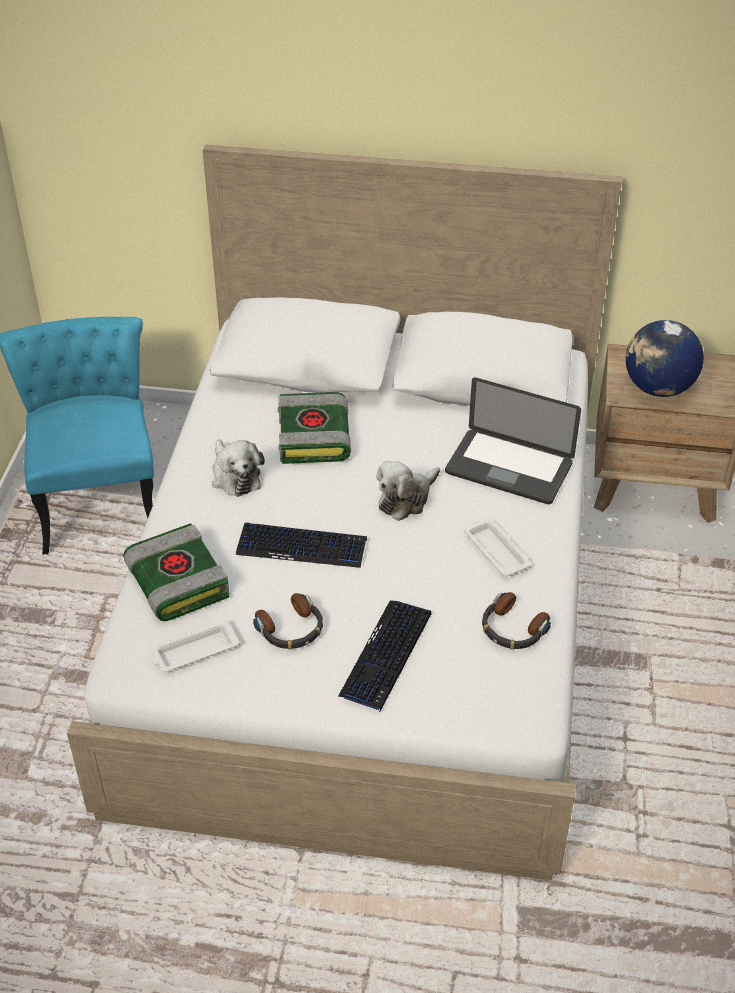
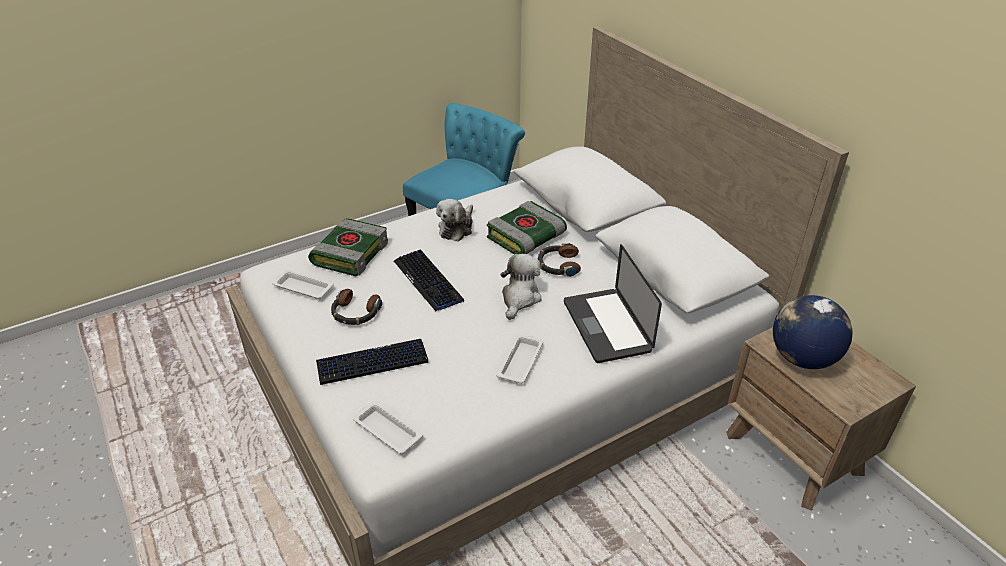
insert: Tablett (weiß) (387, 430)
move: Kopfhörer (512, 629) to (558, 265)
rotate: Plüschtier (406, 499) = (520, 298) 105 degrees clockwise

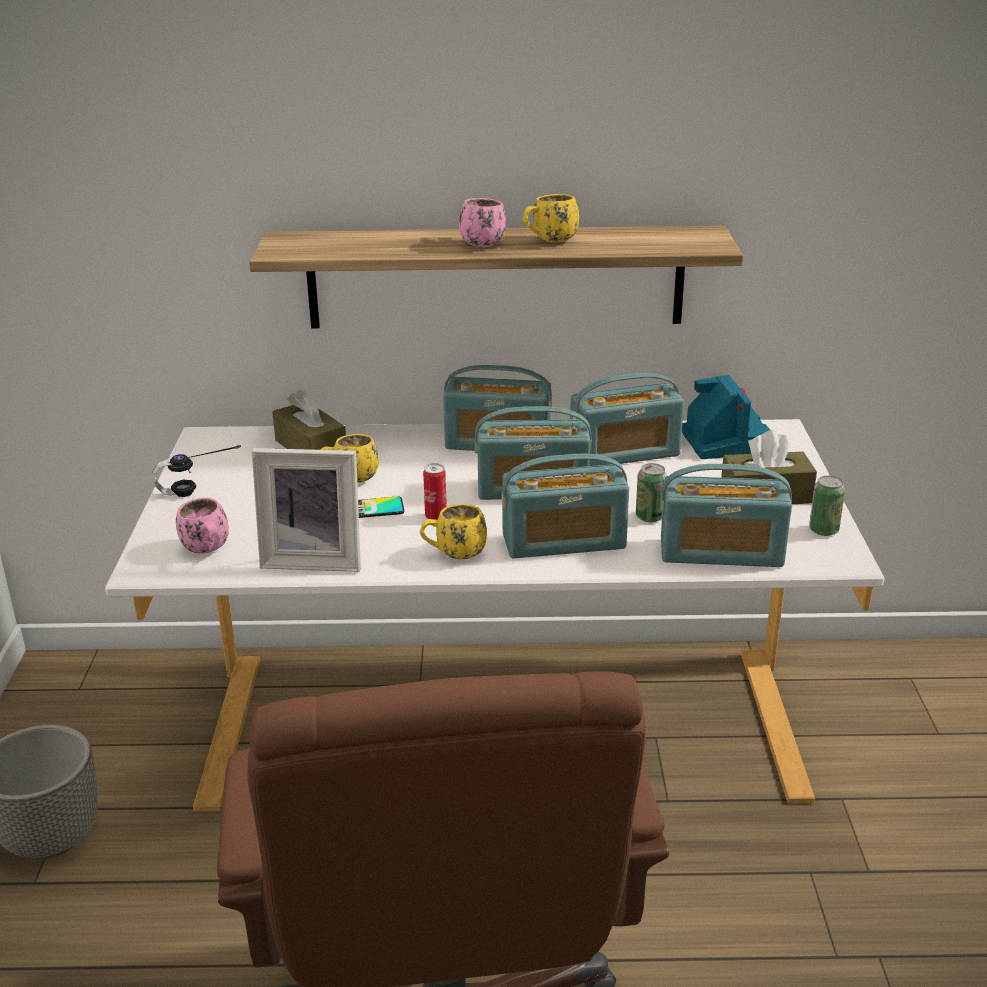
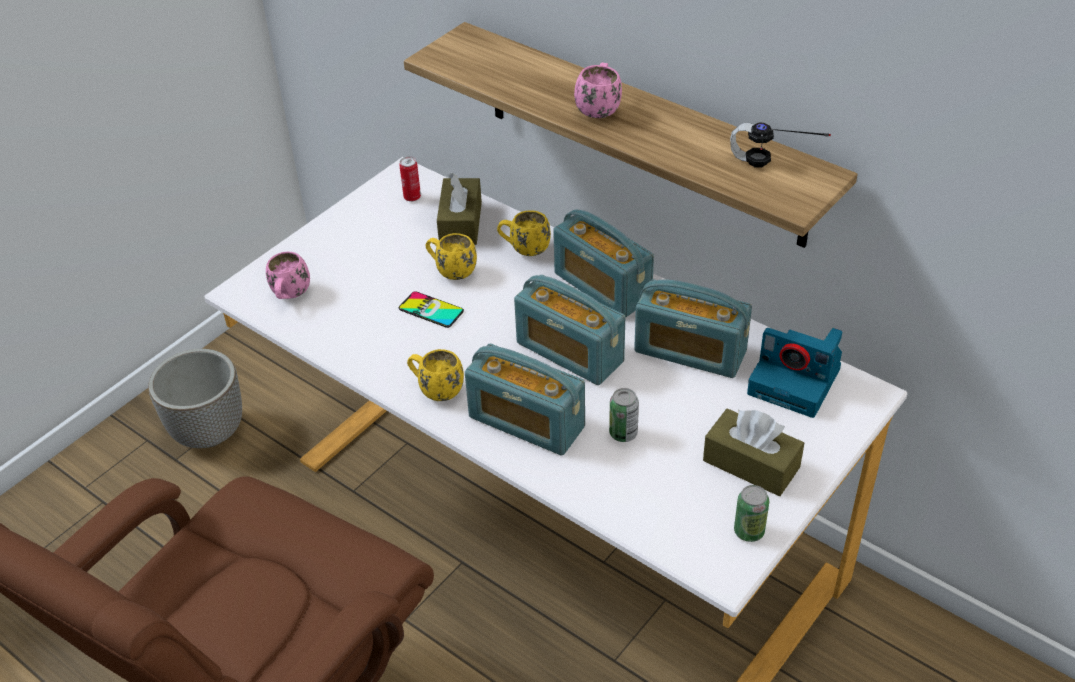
delete: Bilderrahmen (314, 559); Radio (721, 553)
move: Kopfhörer (200, 495) to (771, 171); Dose (436, 517) to (412, 197); Henkelbecher (gelb) (549, 241) to (524, 249)
rotate: Kamera (724, 441) = (796, 381) 90 degrees clockwise

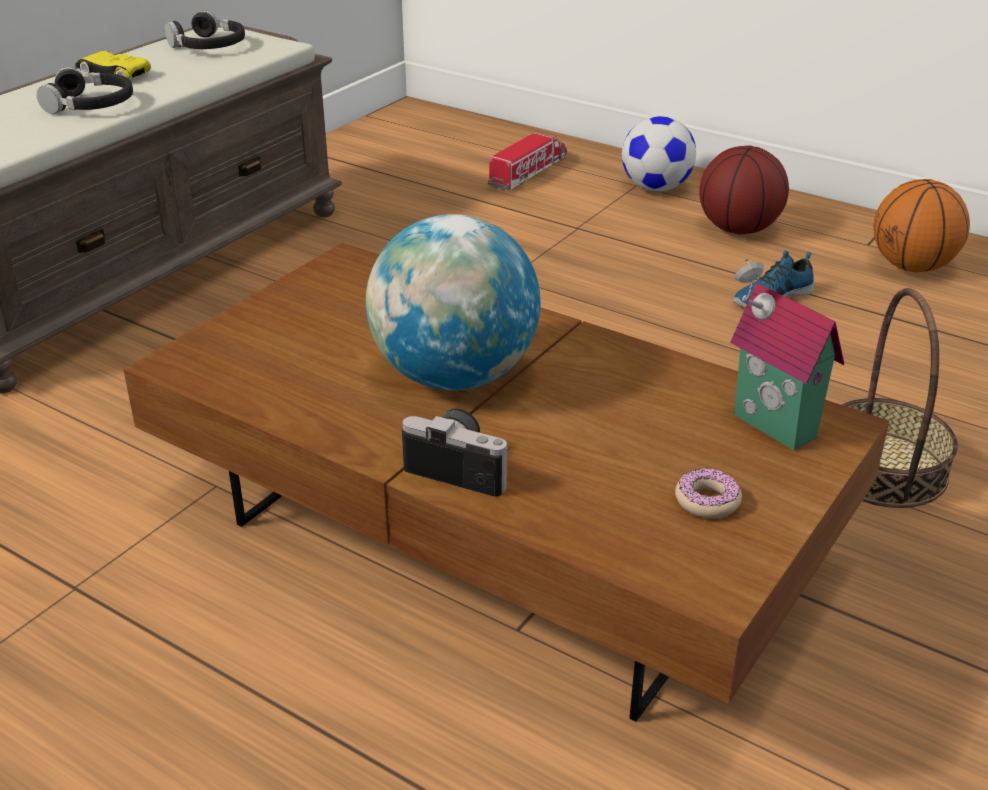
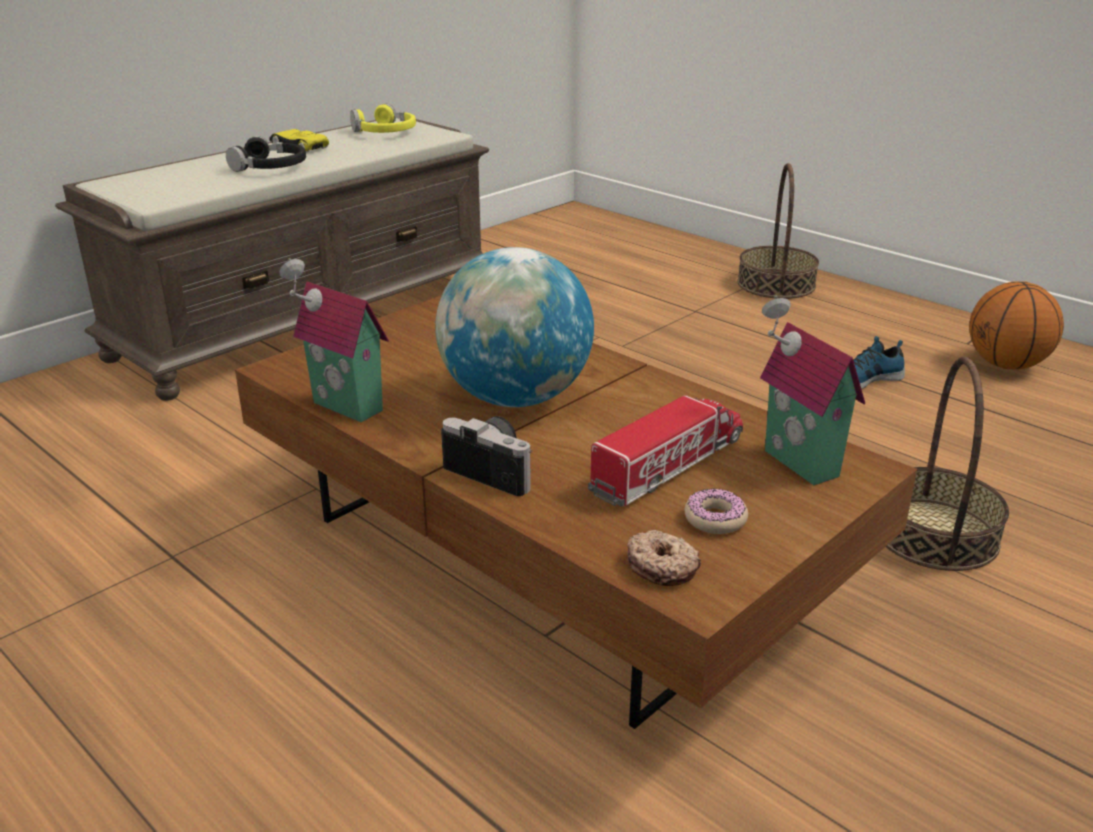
delete: Basketball (739, 229)
insert: Spielzeughaus (343, 408); Donut (662, 567)
move: Spielzeuglaster (529, 172) to (669, 465)
replace: Fußball (655, 188) to Korb (775, 284)
recolor: Kopfhörer (schwarz) (208, 46) to Kopfhörer (gelb) (385, 132)

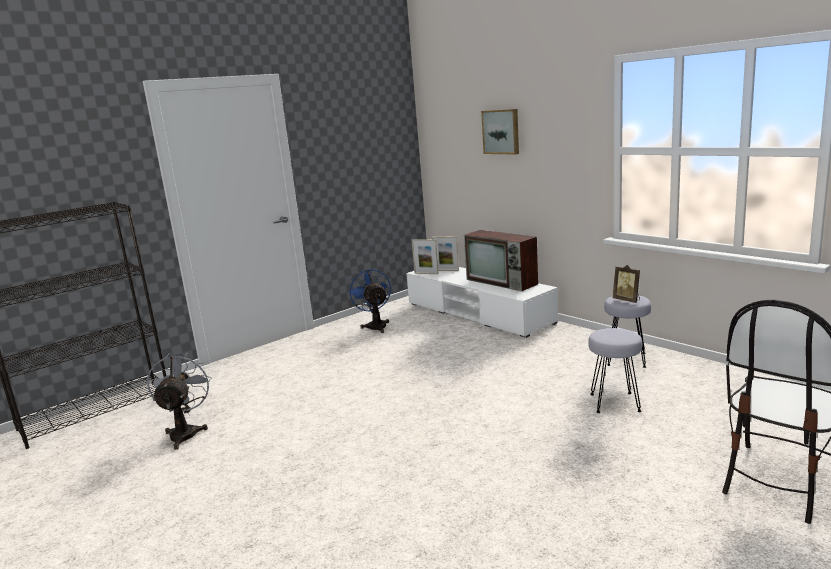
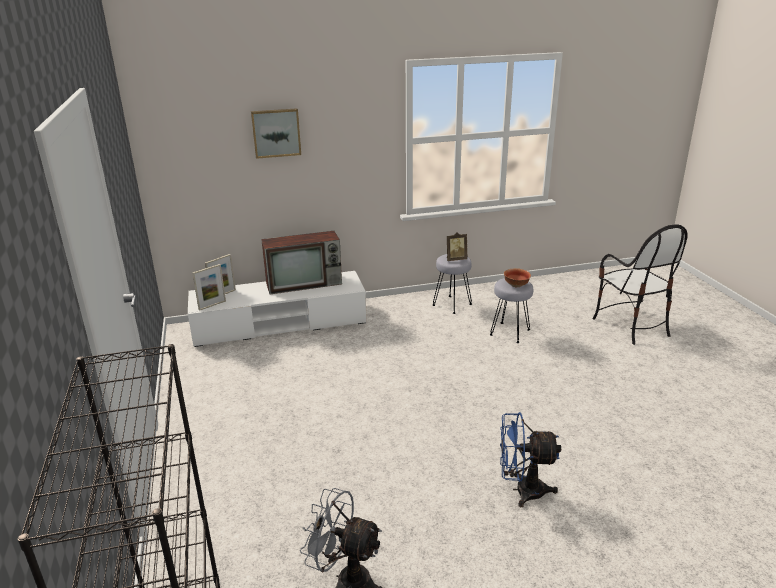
insert: Schüssel (516, 285)
move: Ventilator (blau) (375, 326) to (522, 490)

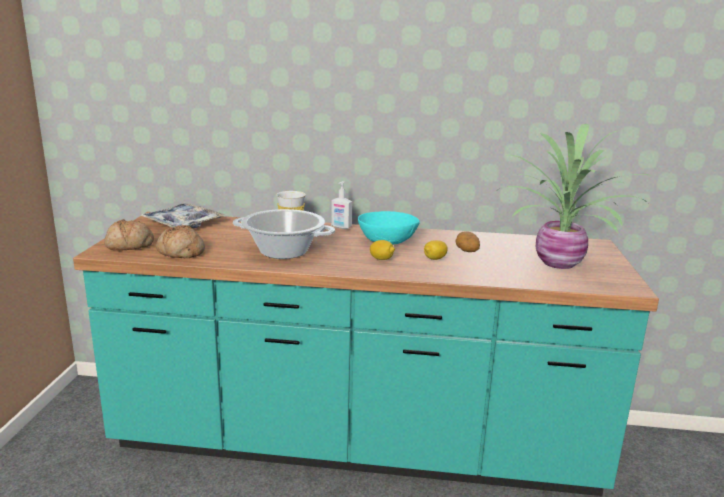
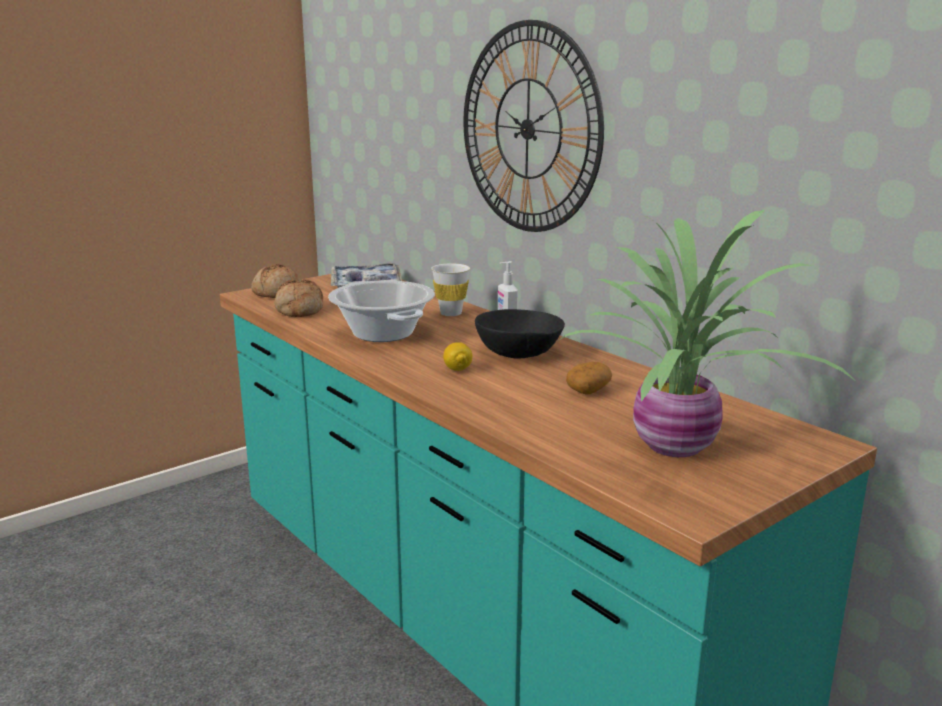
delete: Zitrone (435, 259)
insert: Wanduhr (528, 129)
recolor: Schüssel (türkis) (387, 240) to Schüssel (schwarz) (518, 352)

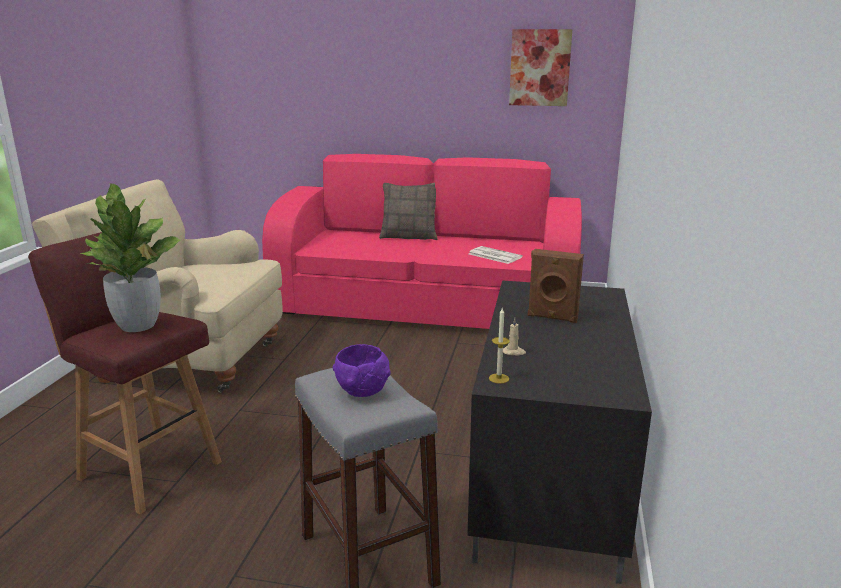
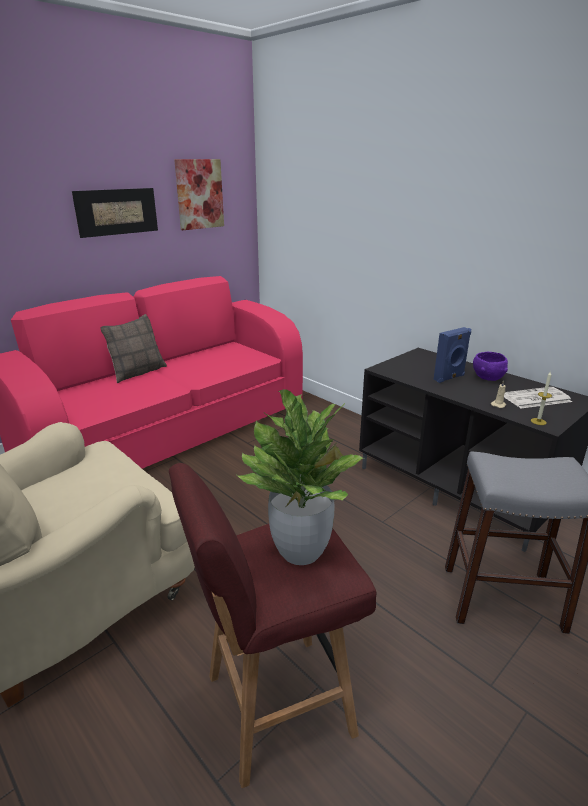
insert: Bild (117, 212)
move: Schüssel (lila) (362, 391) to (487, 378); Zeitung (494, 255) to (535, 398)
recolor: Lautsprecher (braun) (552, 318) to Lautsprecher (blau) (449, 378)

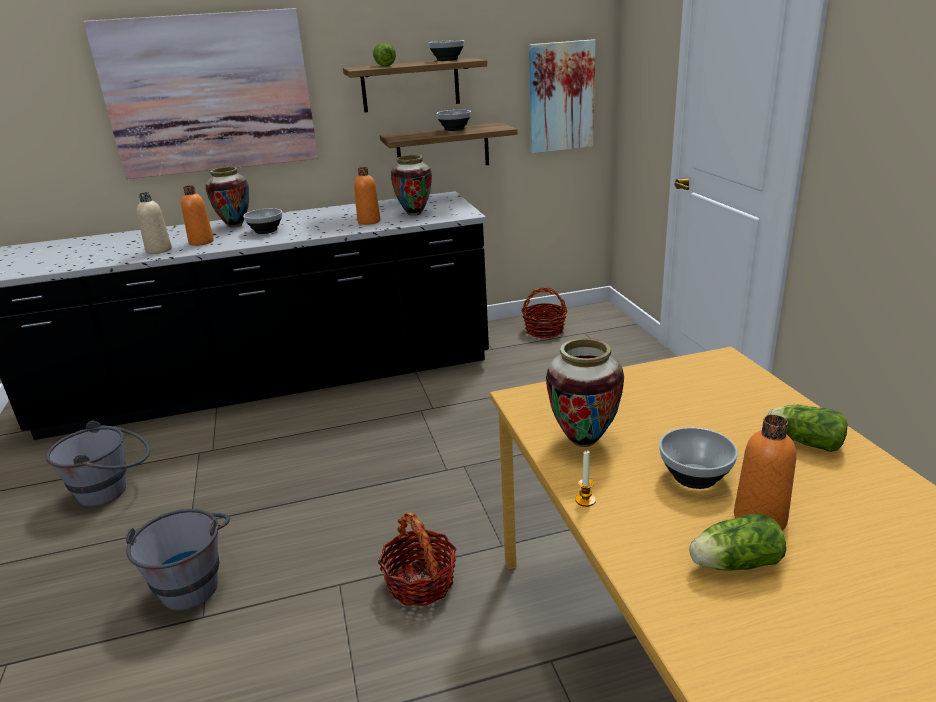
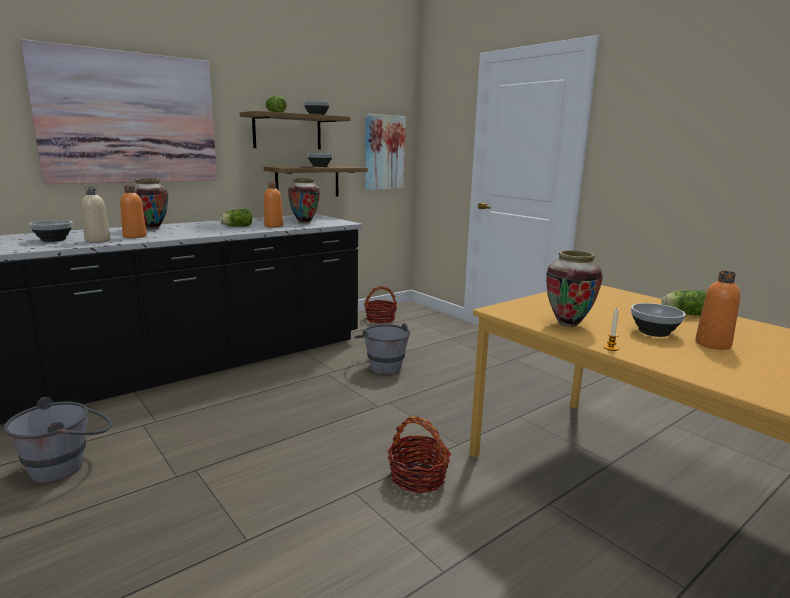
move: Eimer (grau) (192, 581) to (382, 365); Schüssel (266, 231) to (54, 240); Salatkopf (732, 563) to (236, 226)

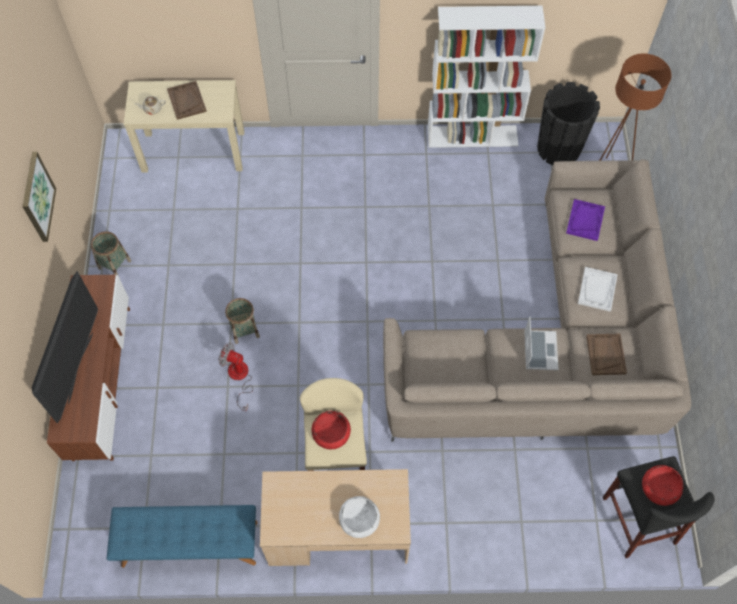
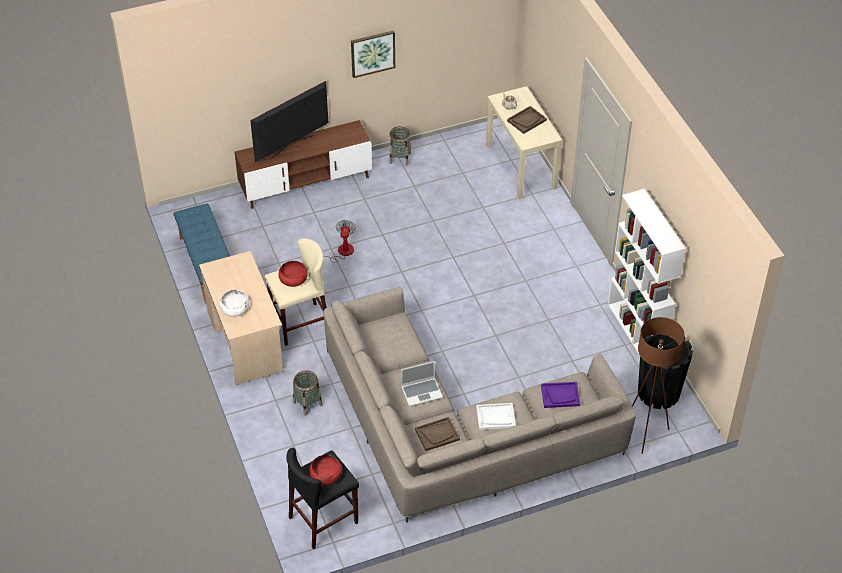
move: Korb (244, 330) to (307, 403)
rotate: Fernseher (79, 367) = (293, 147) 150 degrees clockwise

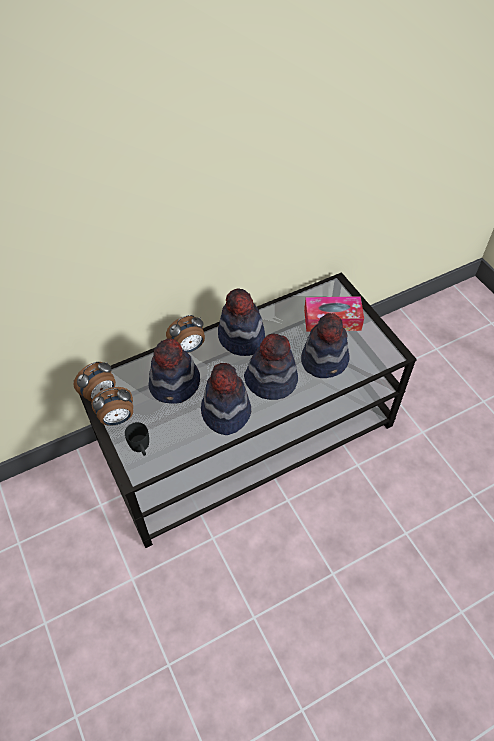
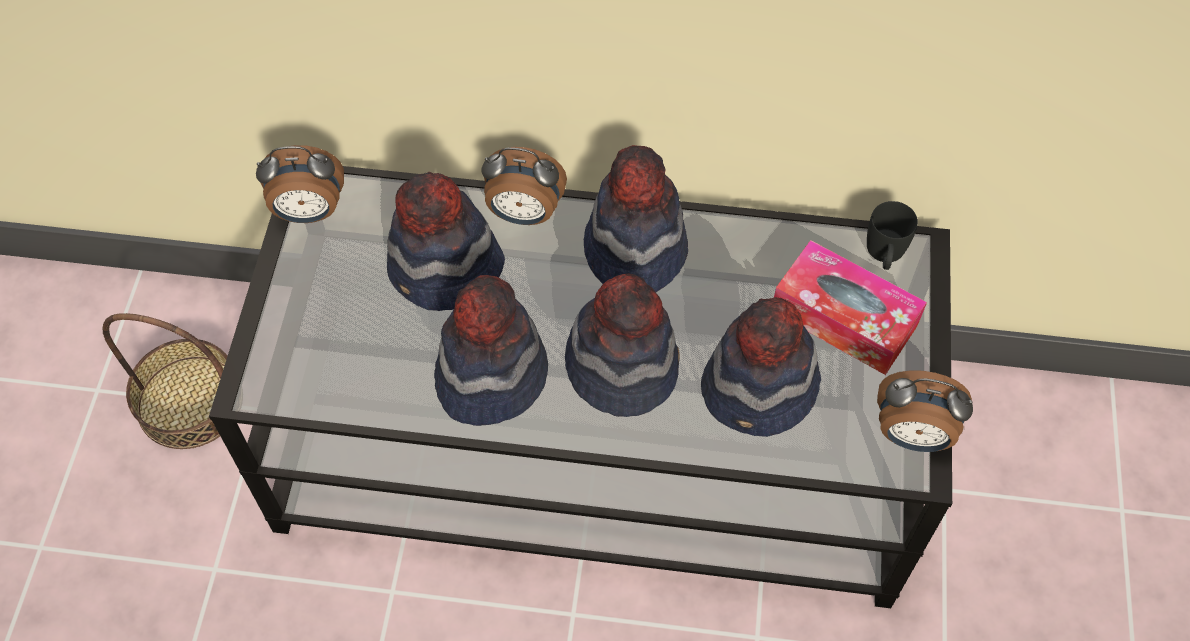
insert: Korb (190, 402)
move: Wecker (117, 419) to (912, 435); Henkelbecher (schwarz) (141, 447) to (884, 254)

